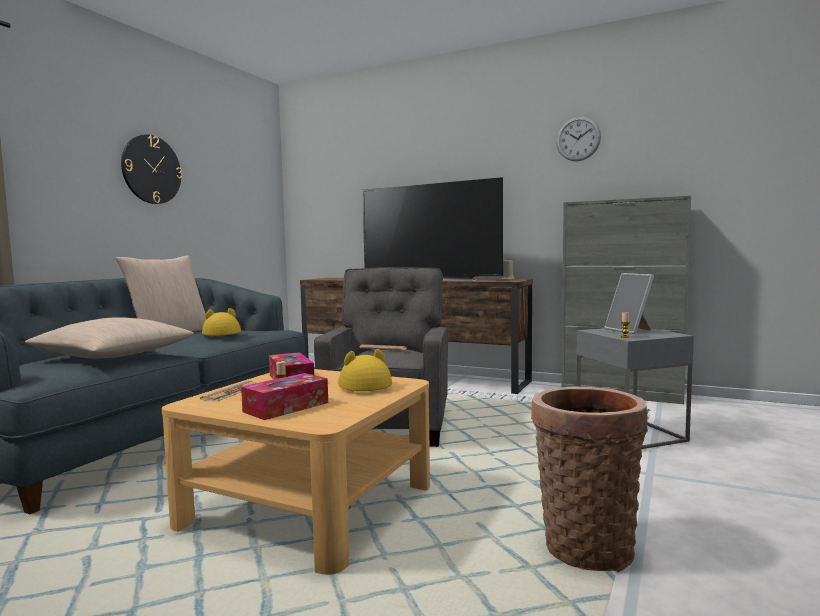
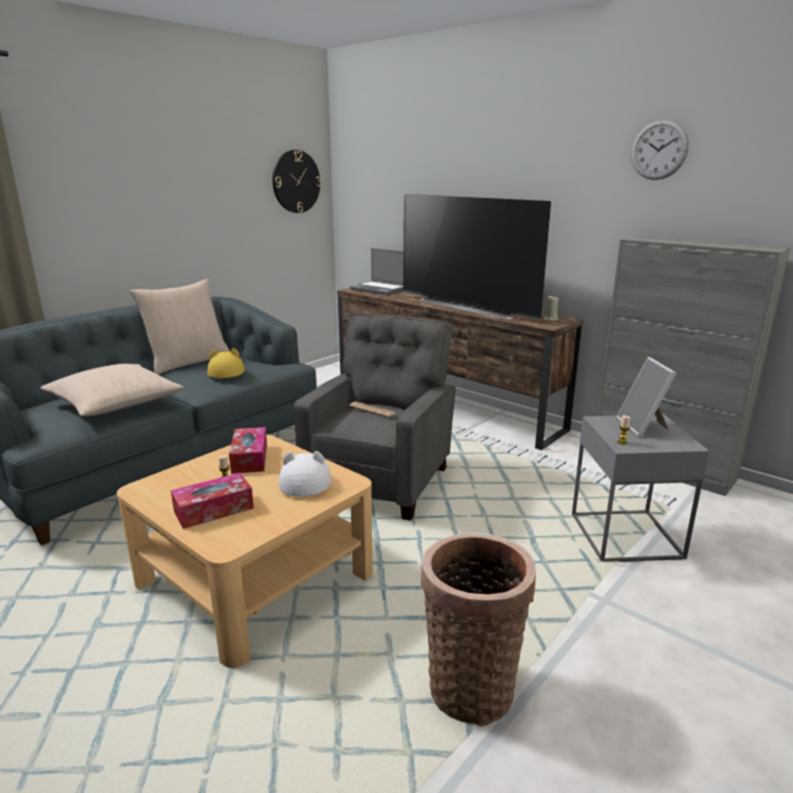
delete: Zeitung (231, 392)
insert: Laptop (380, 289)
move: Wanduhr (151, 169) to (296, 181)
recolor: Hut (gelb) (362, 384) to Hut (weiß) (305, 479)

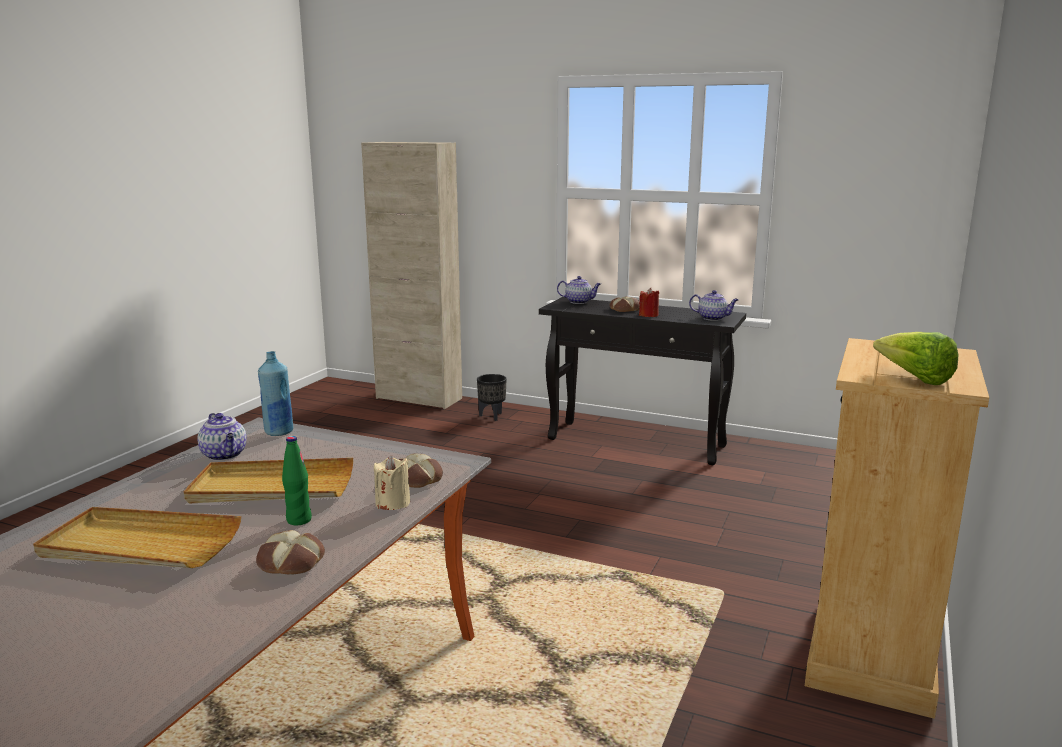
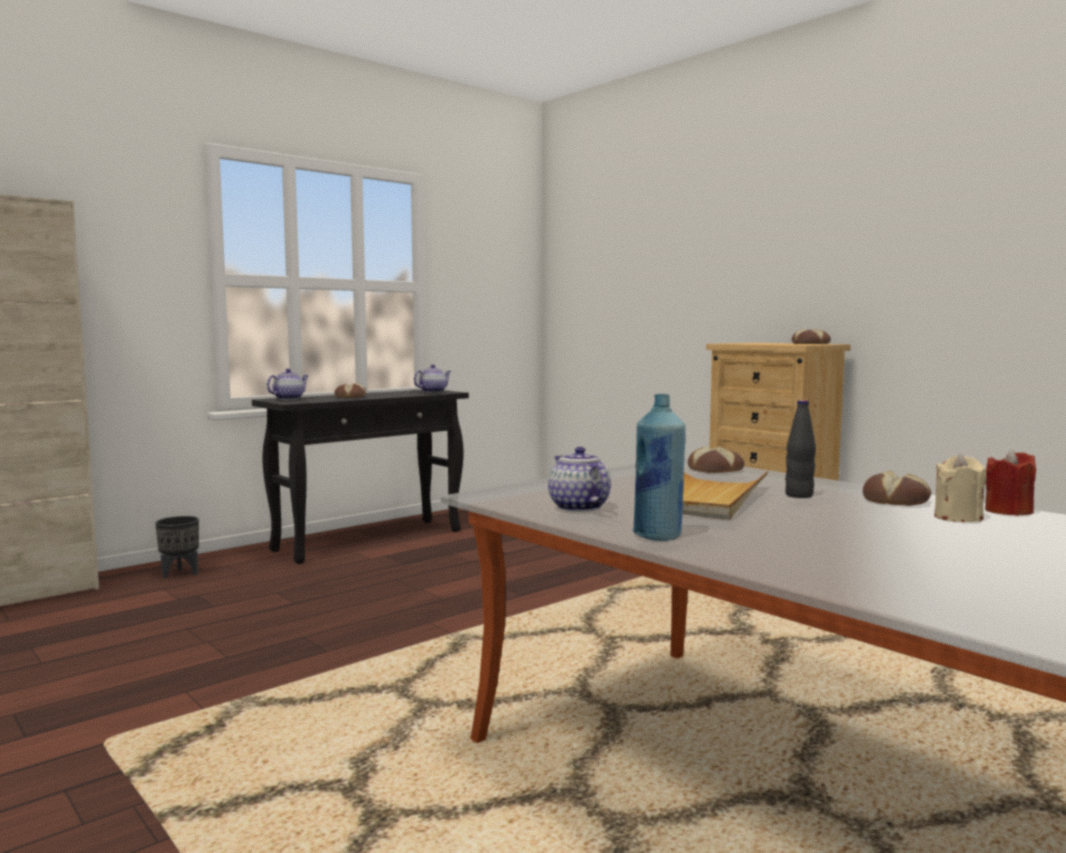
delete: Tablett (beige) (139, 545)
move: Flasche (blau) (278, 432) to (657, 536); Kerze (beige) (393, 503) to (958, 517); Kerze (rot) (648, 315) to (1008, 511)
replace: Salatkopf (914, 379) to Brot (811, 344)
recolor: Flasche (grün) (299, 520) to Flasche (schwarz) (799, 495)
rotate: Teekanne (225, 455) = (577, 507) 105 degrees counterclockwise

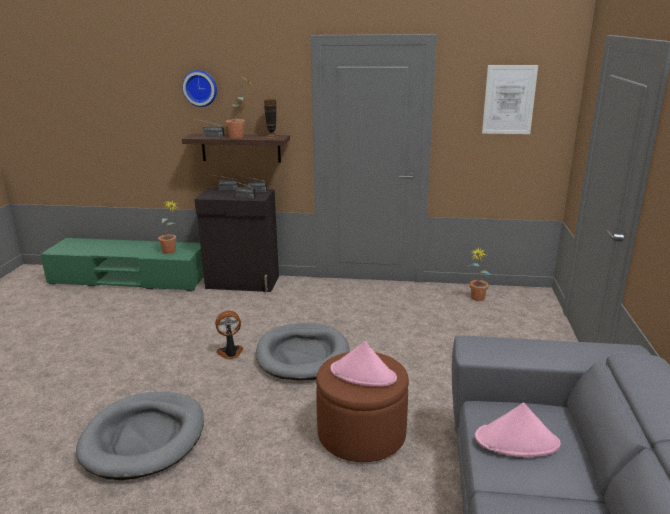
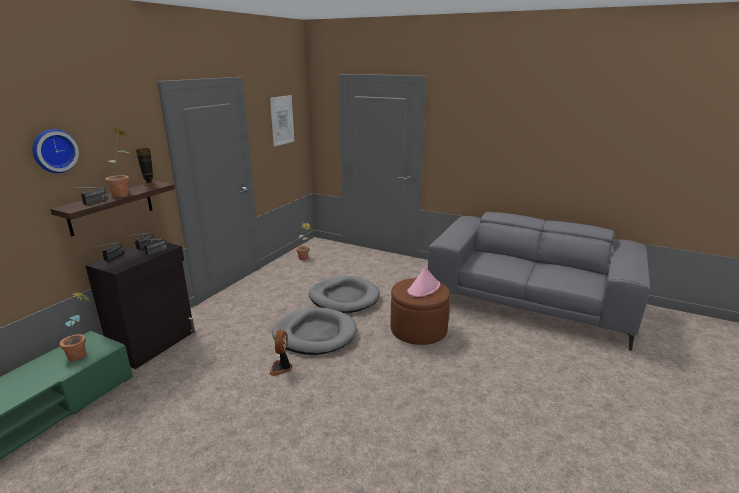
delete: Hut (rosa) (517, 441)
move: Hundebett (grau) (144, 438) to (344, 297)

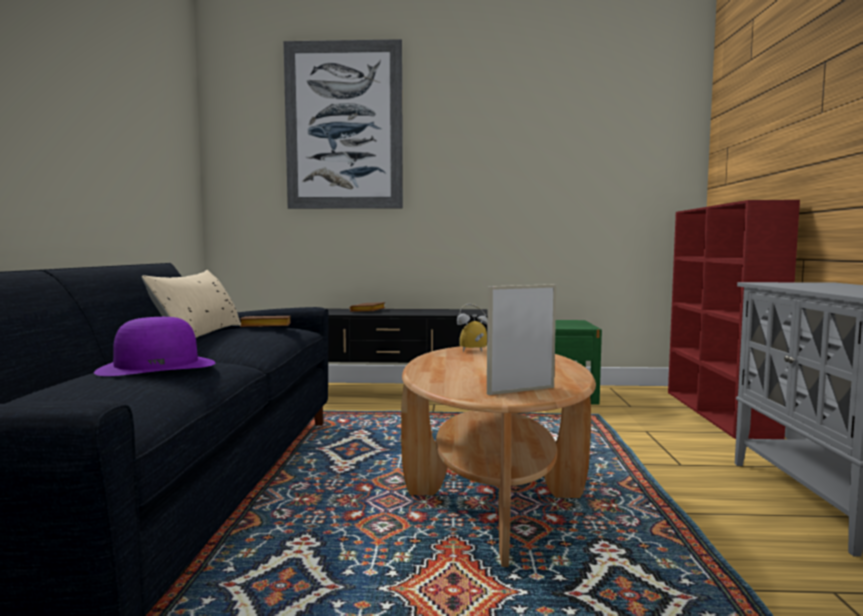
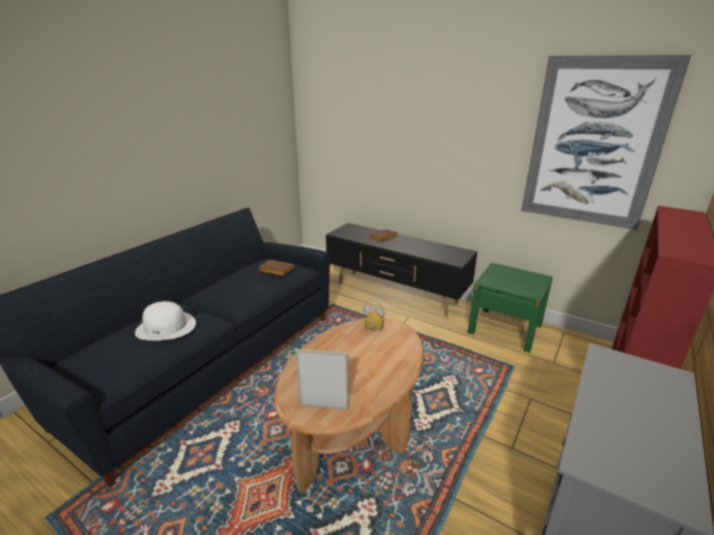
delete: Kissen (beige) (199, 334)
move: Bild (344, 126) to (594, 143)
recolor: Hut (lila) (157, 366) to Hut (weiß) (166, 327)

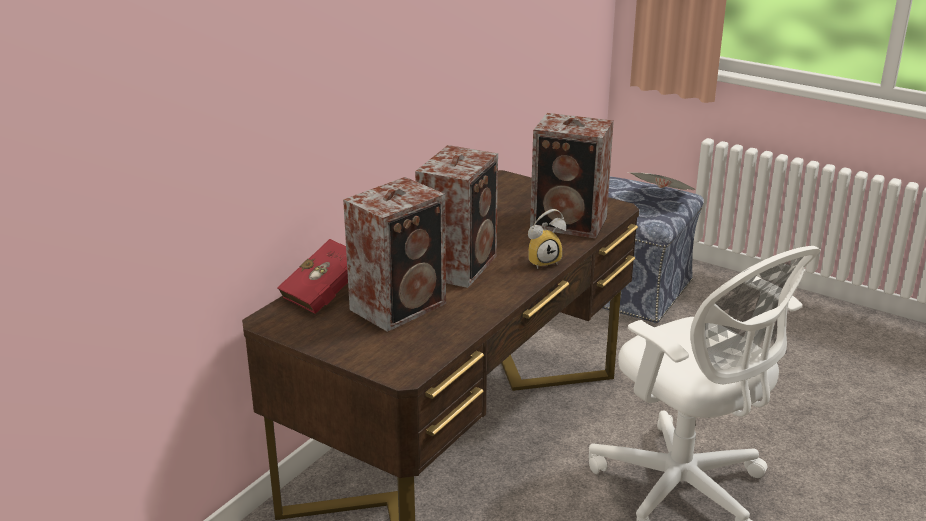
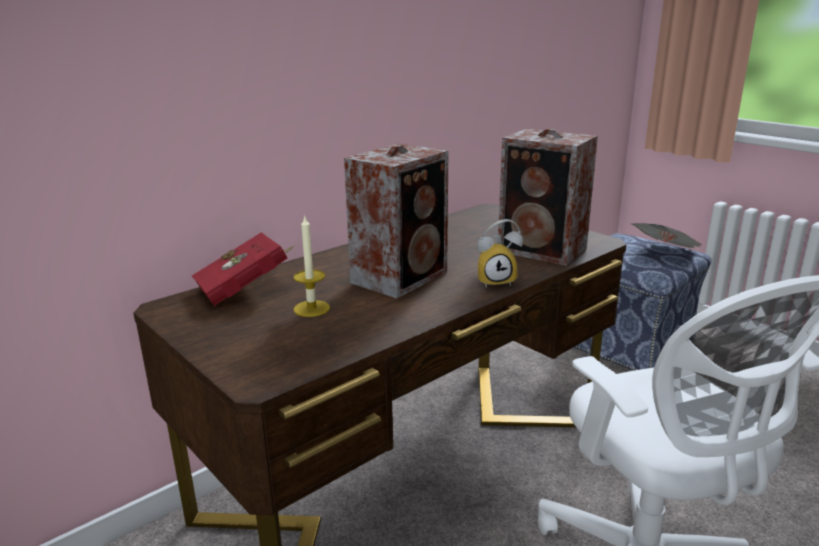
replace: Lautsprecher (401, 306) to Kerze (311, 308)

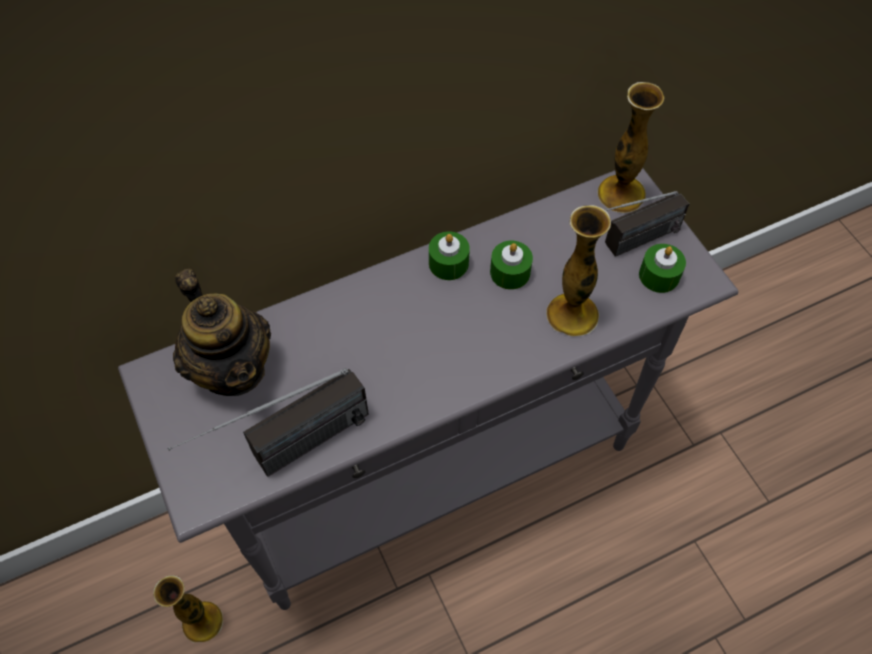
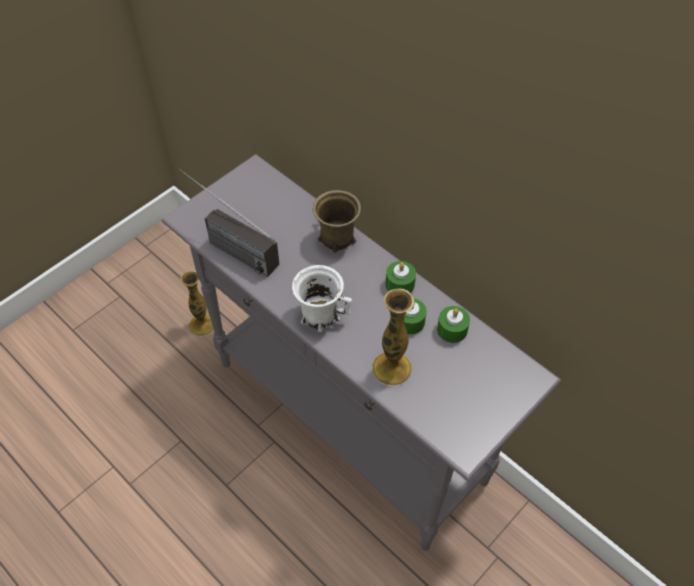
delete: Teekanne (233, 368); Vase (621, 193); Radio (626, 245)
insert: Henkelbecher (weiß) (320, 314); Henkelbecher (braun) (336, 238)
move: Kerze (grün) (659, 275) to (452, 330)

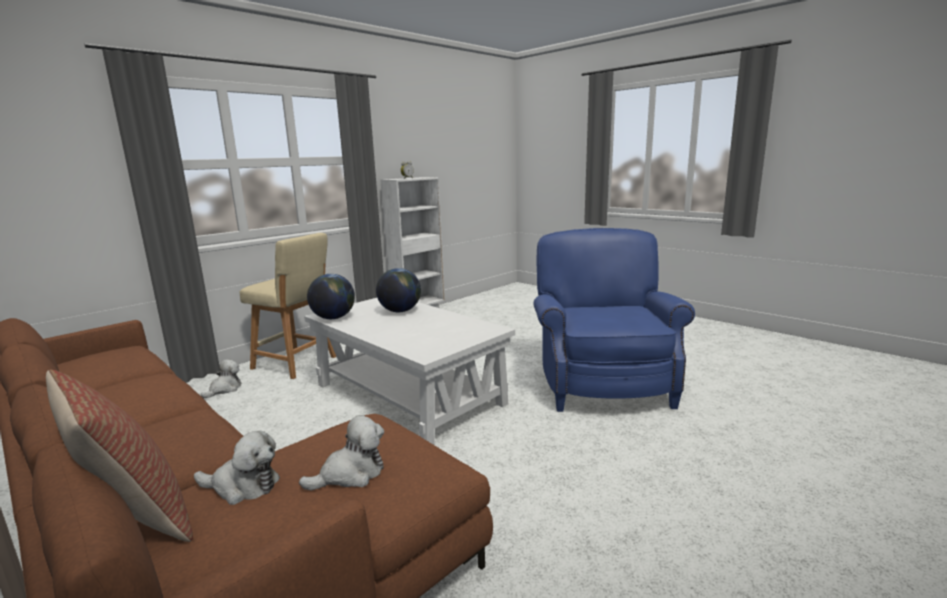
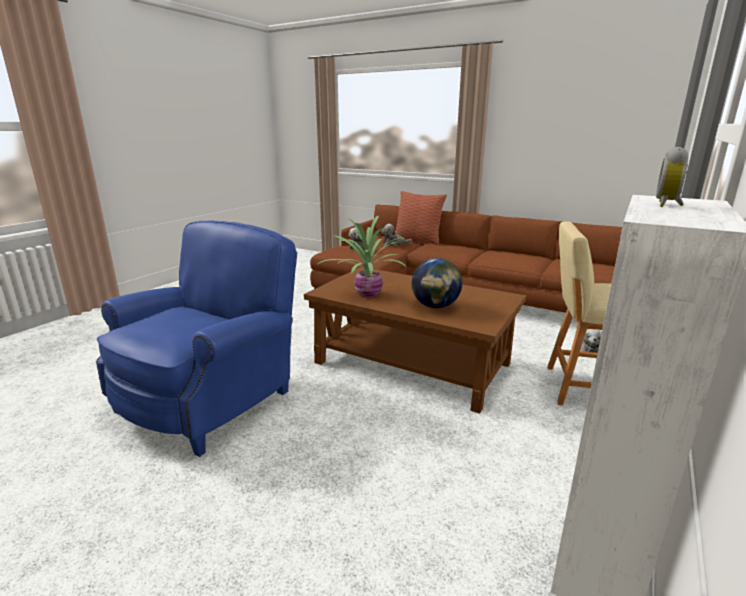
delete: Globus (333, 318)
insert: Topfpflanze (366, 294)
recolor: Couchtisch (weiß) (407, 394) to Couchtisch (braun) (413, 363)
rotate: Sessel (blau) (601, 382) = (211, 397) 135 degrees counterclockwise

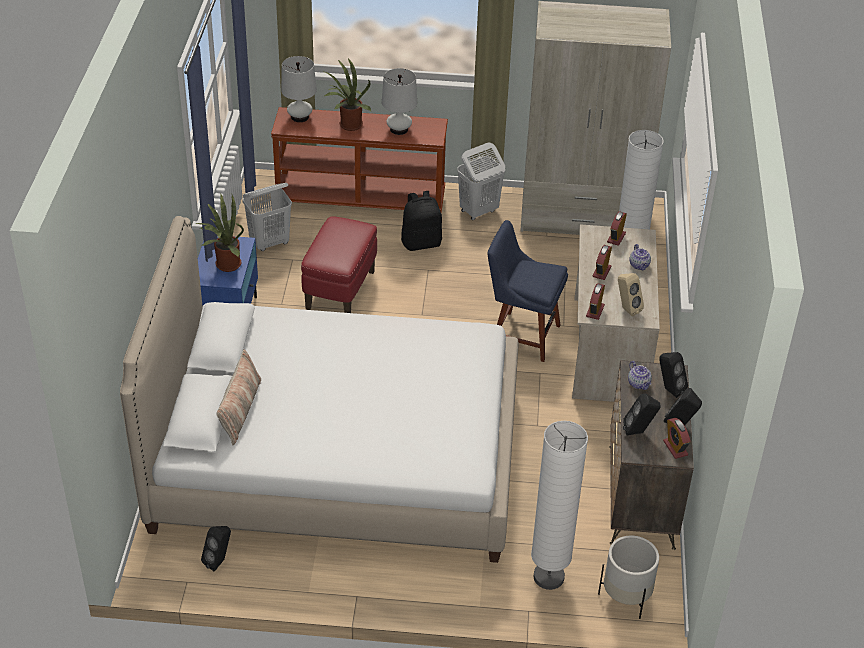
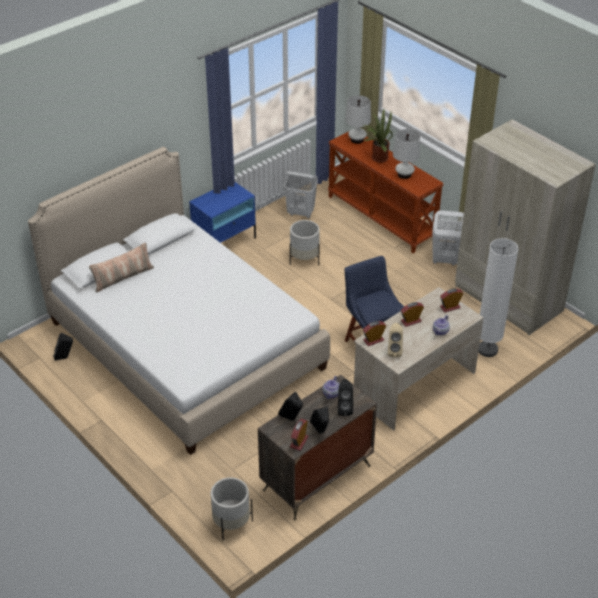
delete: Topfpflanze (225, 264); Rucksack (schwarz) (421, 242); Stehlampe (weiß) (548, 577)
replace: Polsterhocker (rot) (340, 290) to Pflanzkübel (weiß) (304, 259)

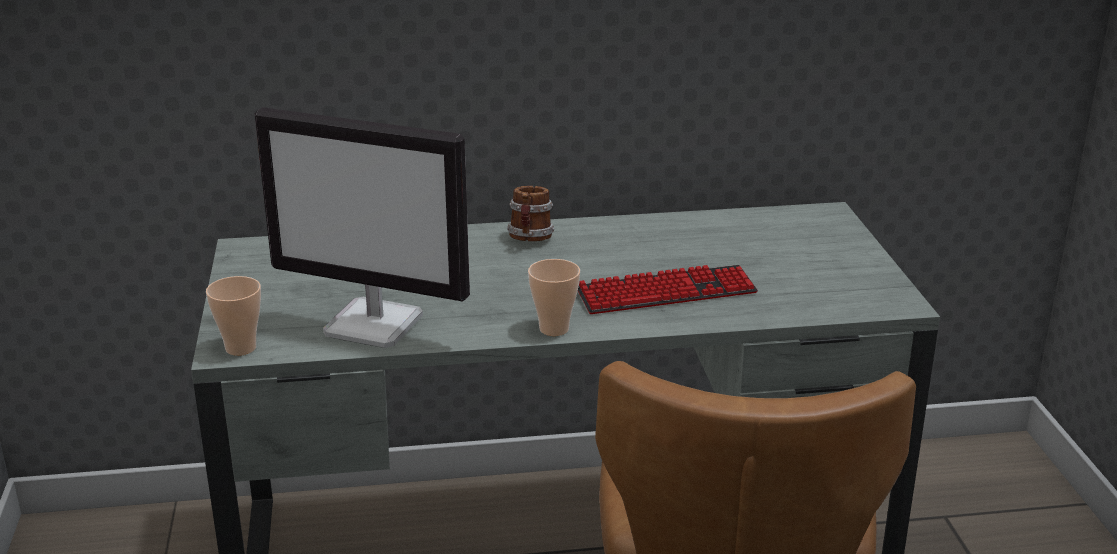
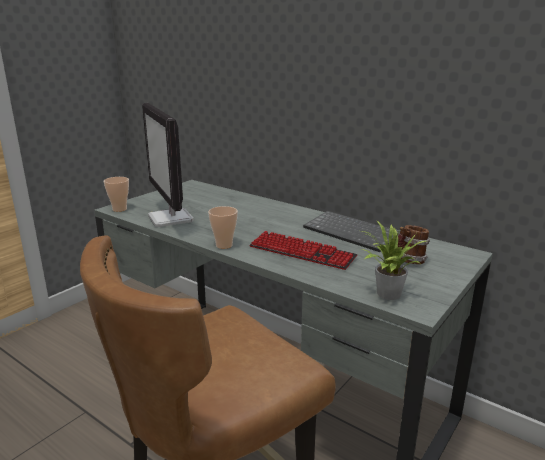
insert: Tastatur (353, 232); Topfpflanze (386, 294)
move: Henkelbecher (530, 239) to (409, 261)

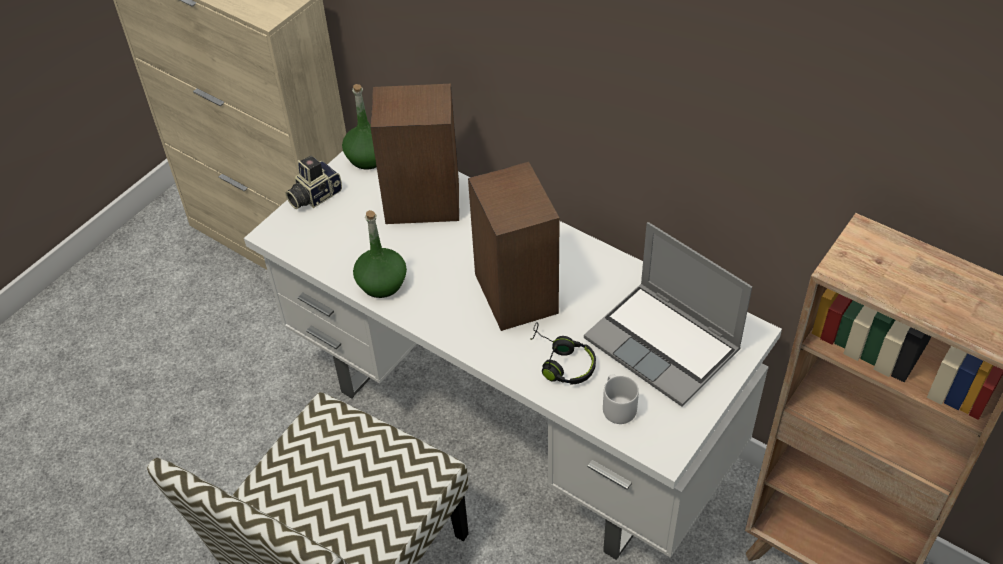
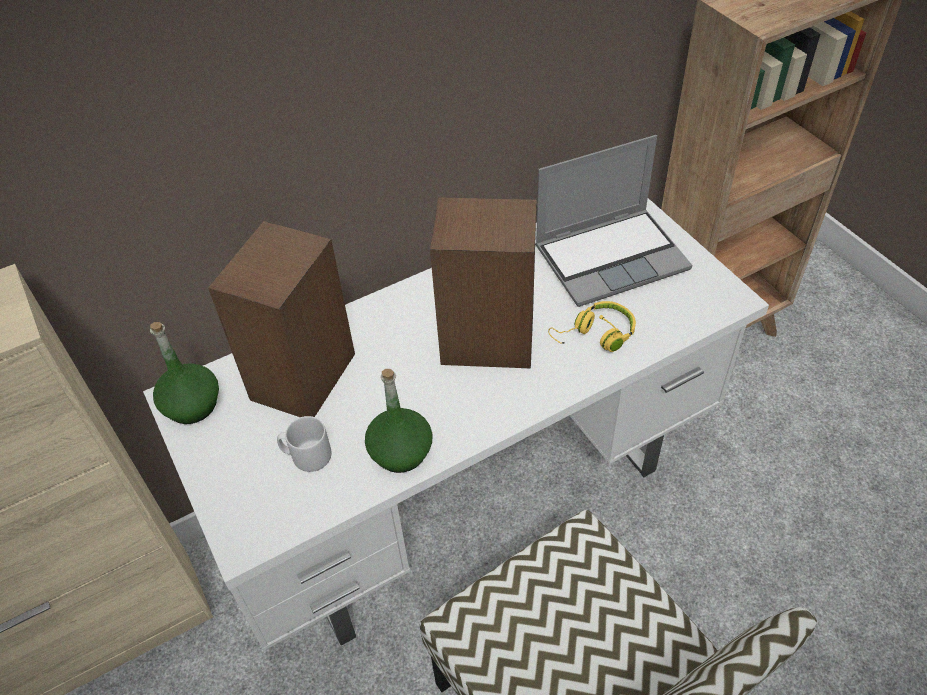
delete: Kamera (314, 195)
move: Henkelbecher (grau) (617, 407) to (307, 456)
recolor: Kopfhörer (schwarz) (560, 362) to Kopfhörer (gelb) (595, 335)

